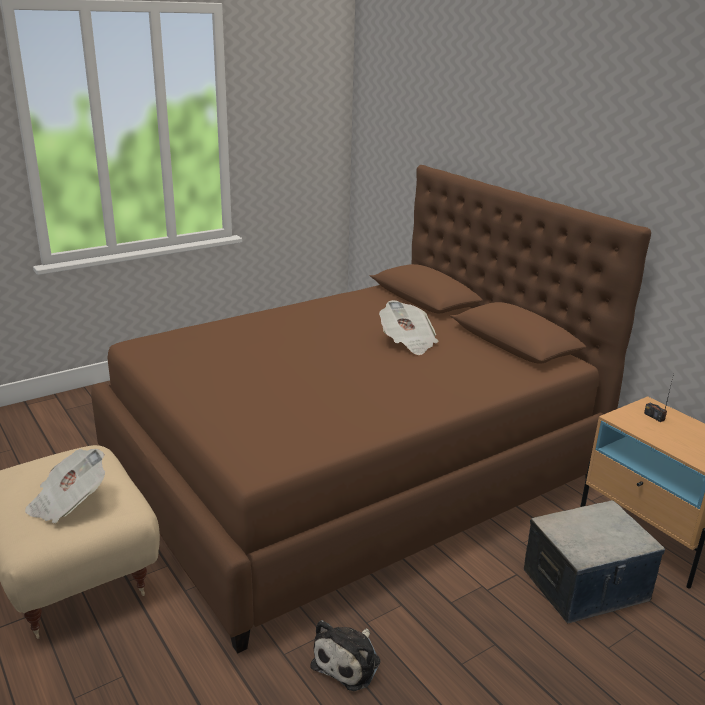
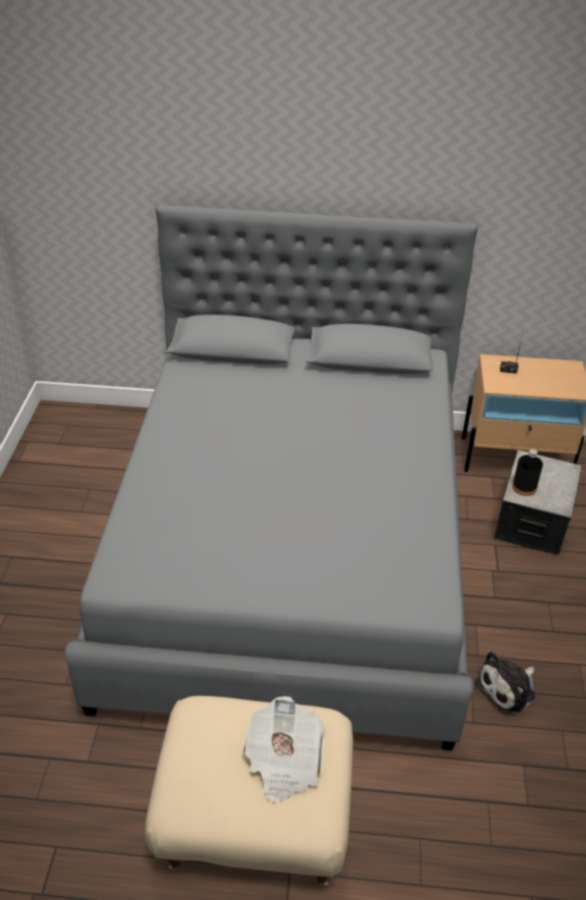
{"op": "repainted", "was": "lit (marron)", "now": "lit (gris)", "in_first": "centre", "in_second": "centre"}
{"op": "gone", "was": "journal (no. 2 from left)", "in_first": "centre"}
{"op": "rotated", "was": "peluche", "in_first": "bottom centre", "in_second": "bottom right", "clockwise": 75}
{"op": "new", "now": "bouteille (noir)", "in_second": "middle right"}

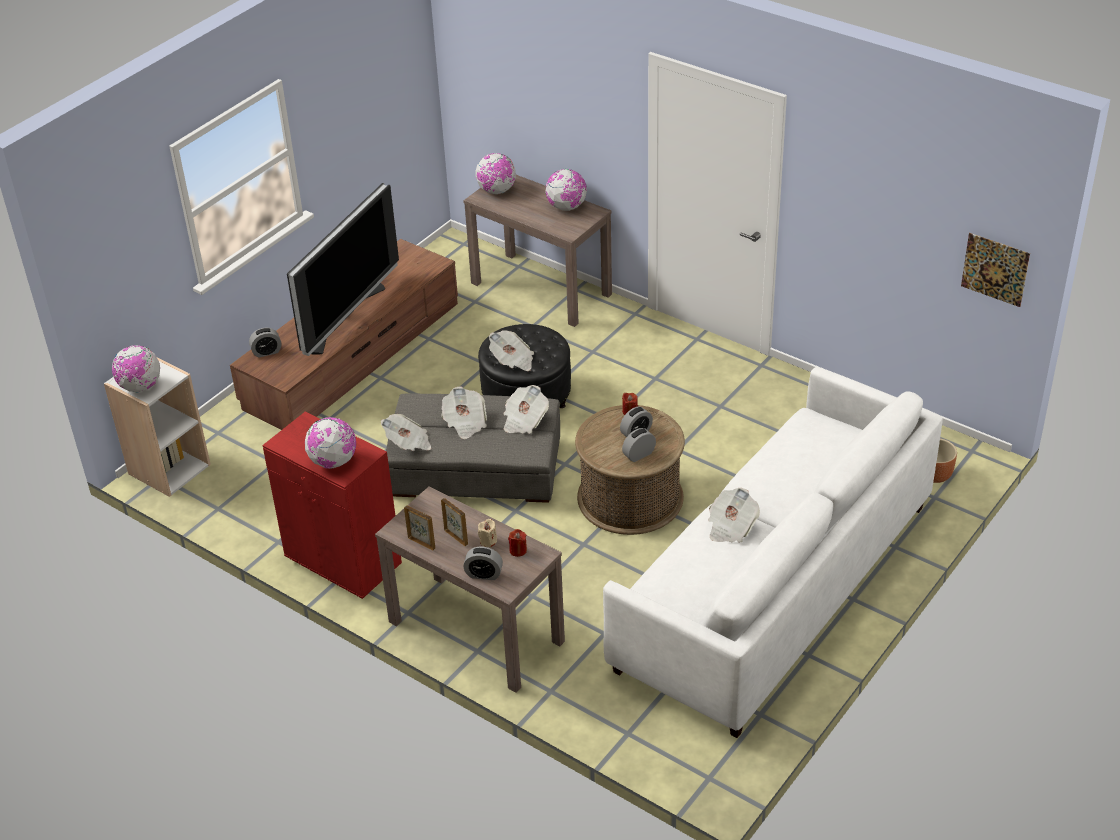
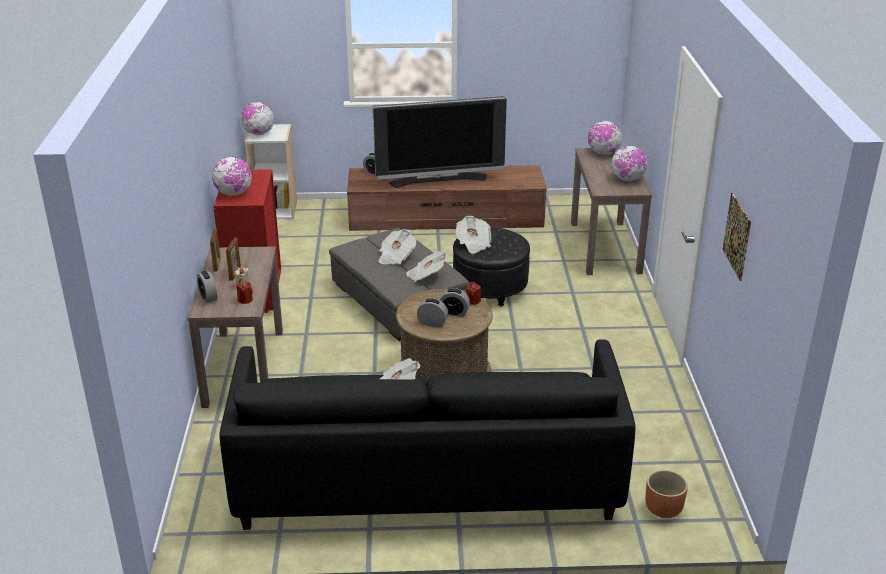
{"op": "shifted", "was": "tableau", "in_first": "top right", "in_second": "middle right"}
{"op": "repainted", "was": "canapé (blanc)", "now": "canapé (noir)", "in_first": "middle right", "in_second": "bottom centre"}
{"op": "gone", "was": "journal (no. 1 from left)", "in_first": "centre"}

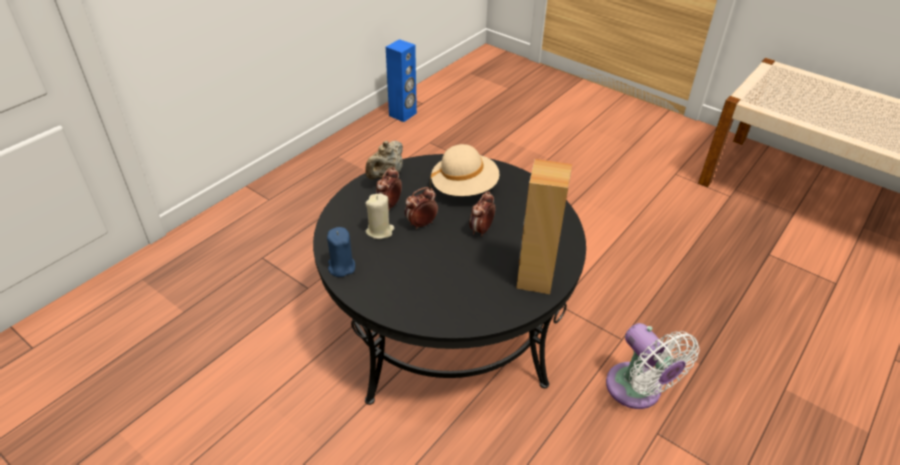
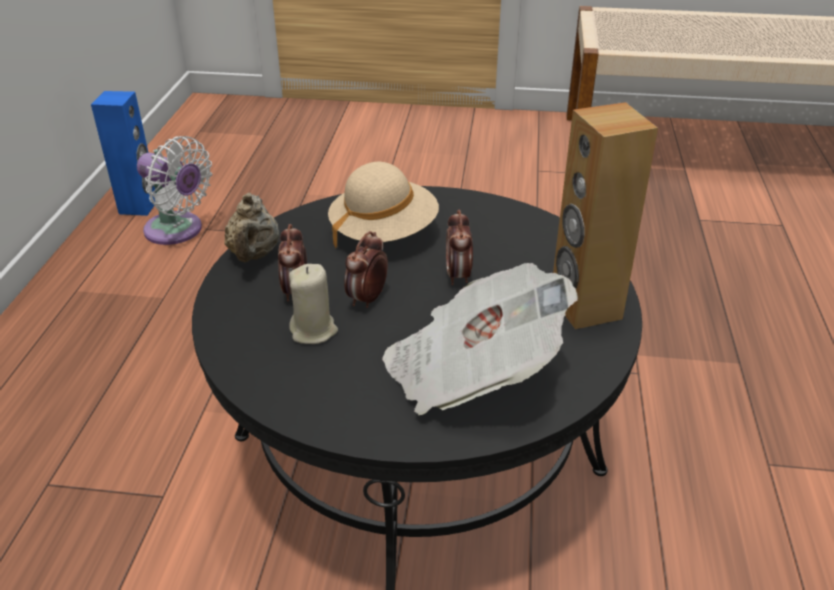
{"op": "gone", "was": "bougie (bleu)", "in_first": "centre"}
{"op": "shifted", "was": "ventilateur (blanc)", "in_first": "bottom right", "in_second": "top left"}
{"op": "new", "now": "journal", "in_second": "centre"}

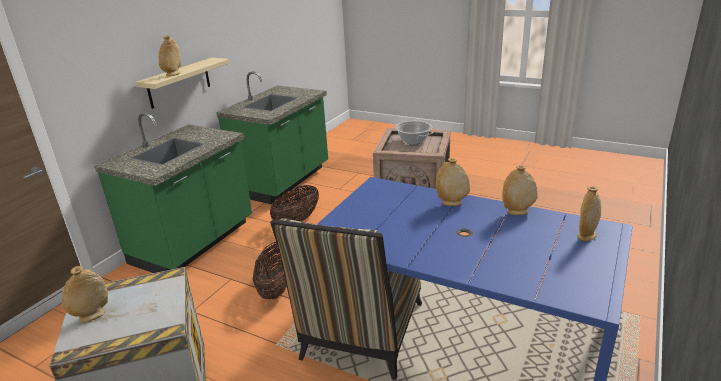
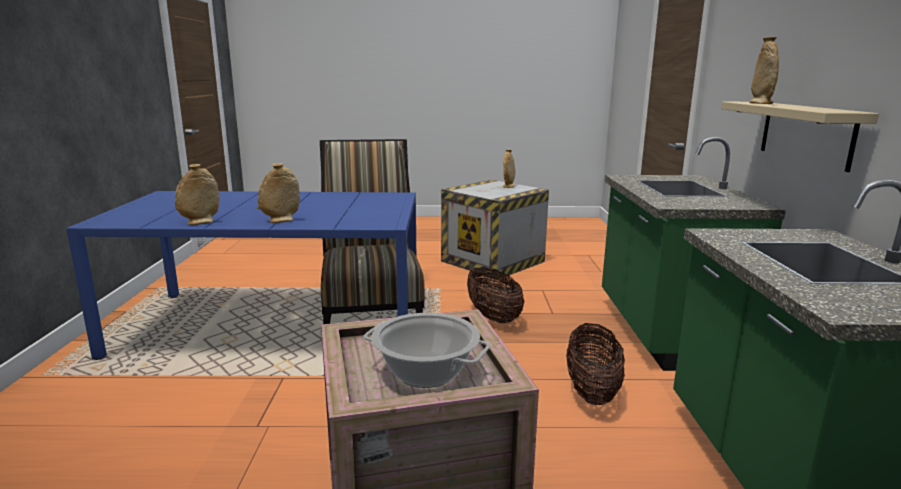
{"op": "gone", "was": "vase (beige) (no. 5 from left)", "in_first": "middle right"}

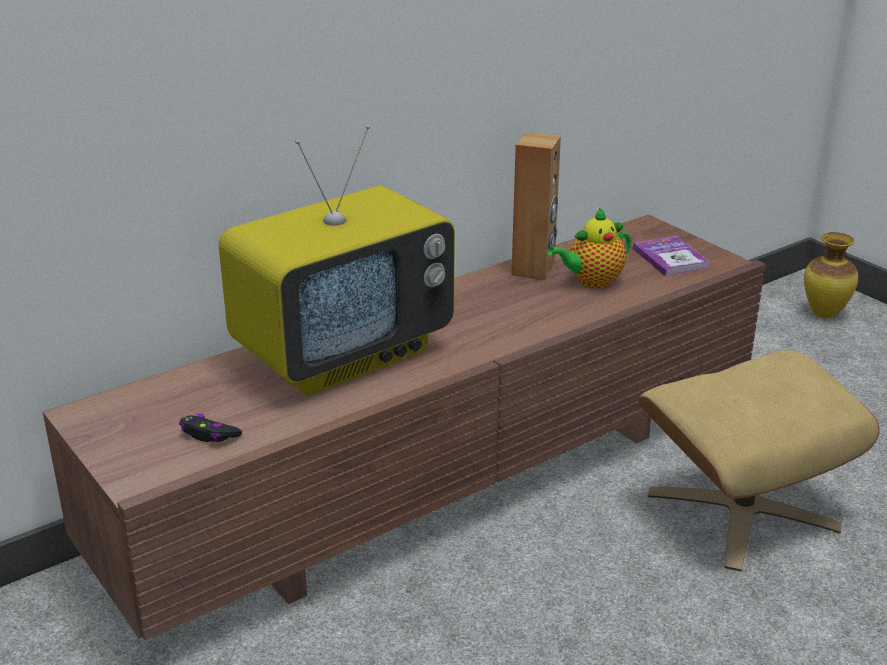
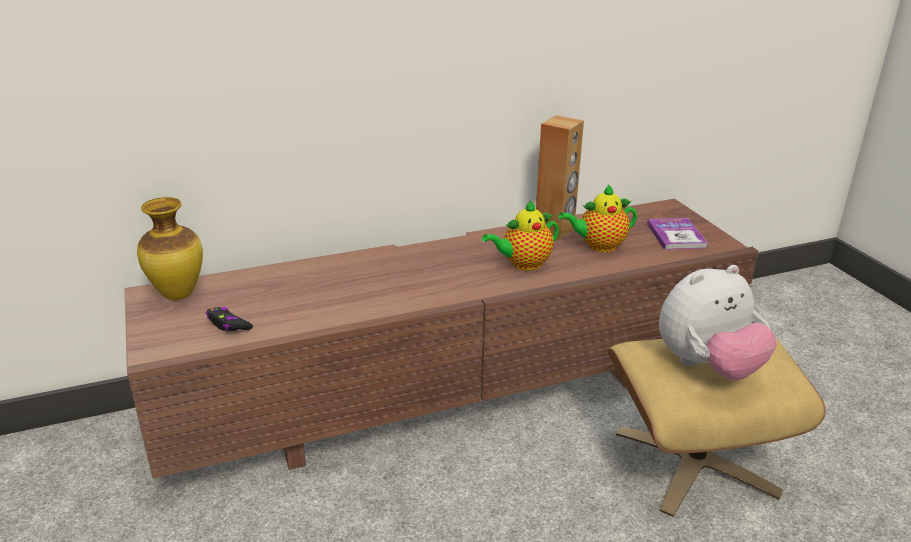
{"op": "gone", "was": "téléviseur", "in_first": "centre"}
{"op": "shifted", "was": "vase", "in_first": "middle right", "in_second": "middle left"}
{"op": "new", "now": "théière (no. 1 from left)", "in_second": "centre"}
{"op": "new", "now": "peluche", "in_second": "middle right"}

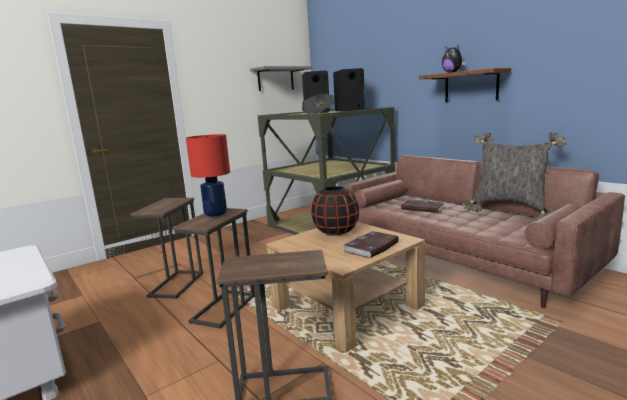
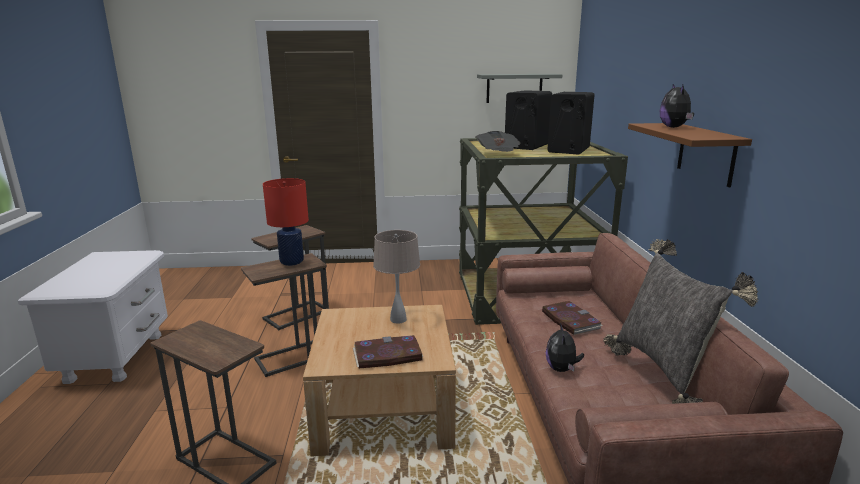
{"op": "swapped", "was": "vase (noir)", "now": "lampe de table (beige)", "in_first": "centre", "in_second": "centre"}
{"op": "new", "now": "peluche (no. 1 from left)", "in_second": "bottom centre"}

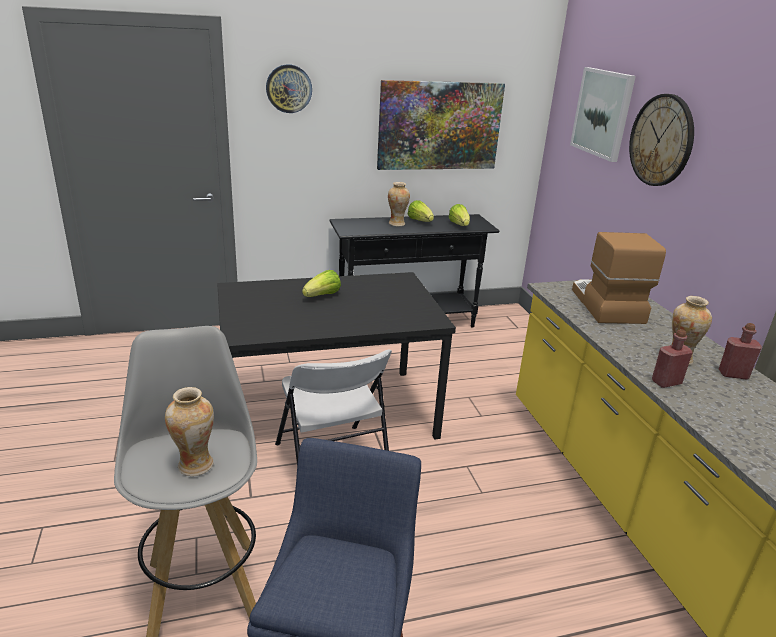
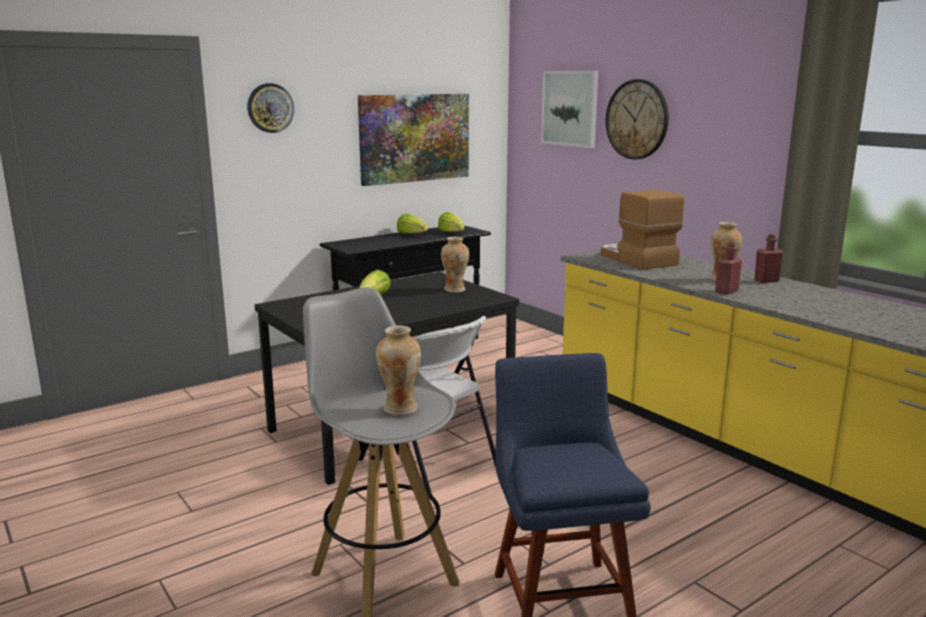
{"op": "shifted", "was": "vase (no. 2 from left)", "in_first": "top centre", "in_second": "centre"}

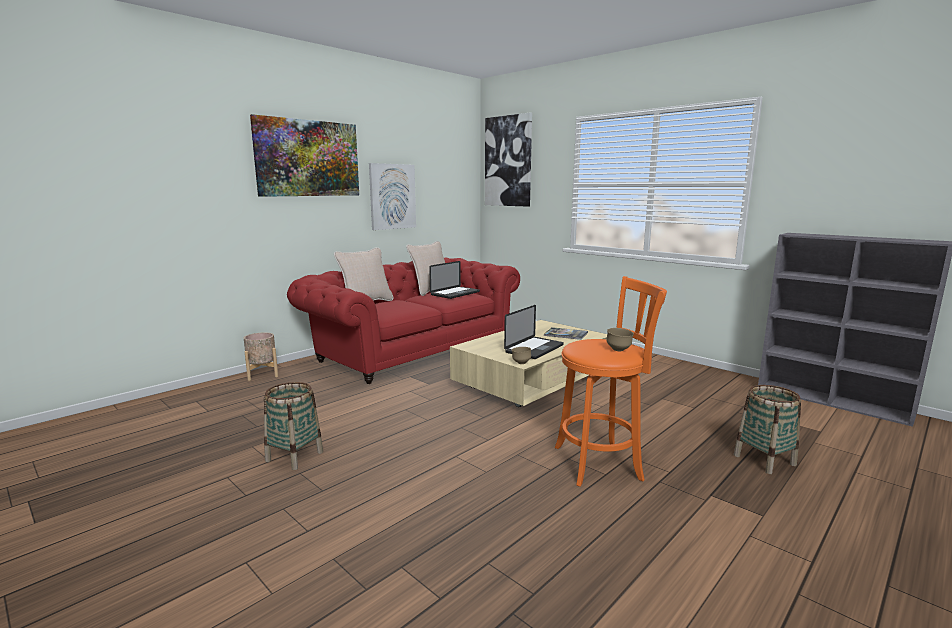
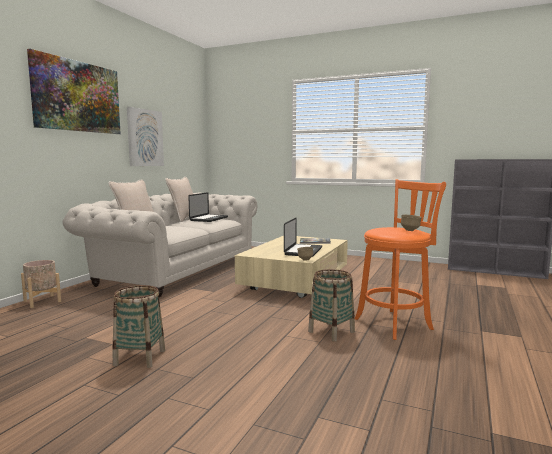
{"op": "gone", "was": "tableau (no. 3 from left)", "in_first": "top centre"}
{"op": "repainted", "was": "canapé (rouge)", "now": "canapé (blanc)", "in_first": "centre", "in_second": "middle left"}
{"op": "shifted", "was": "panier (no. 2 from left)", "in_first": "bottom right", "in_second": "bottom centre"}

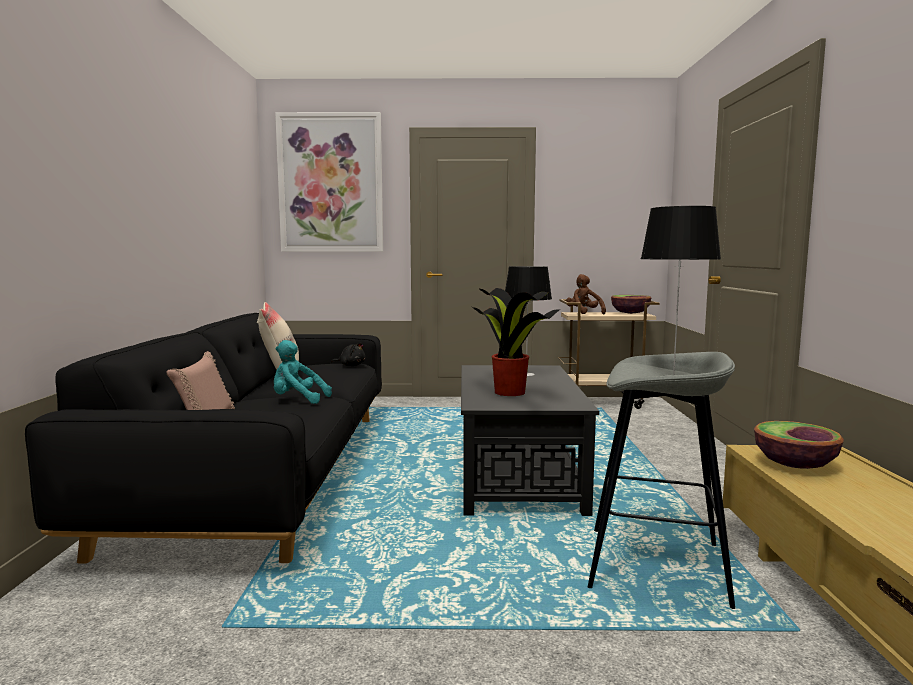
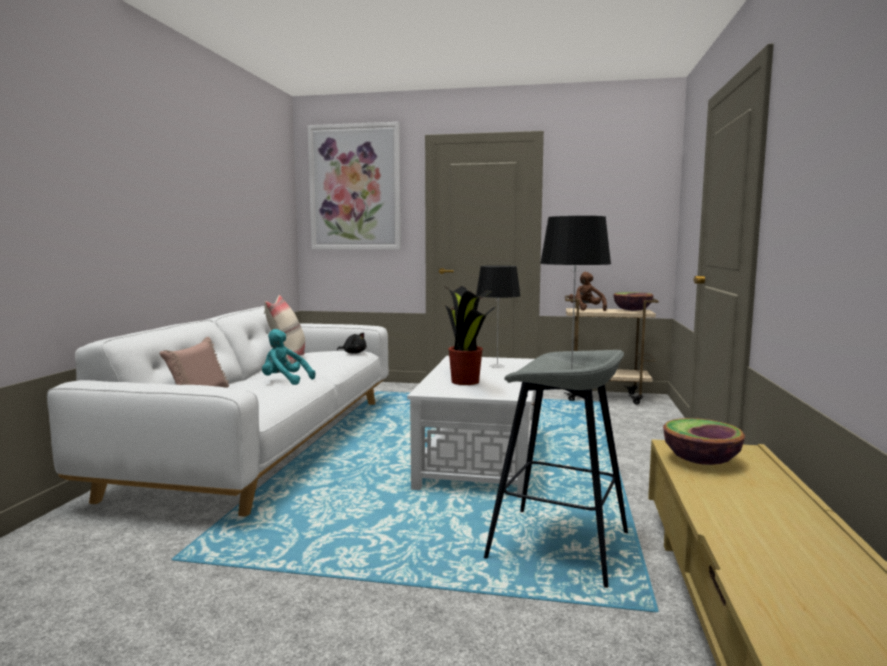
{"op": "repainted", "was": "canapé (noir)", "now": "canapé (blanc)", "in_first": "middle left", "in_second": "middle left"}
{"op": "repainted", "was": "table basse (noir)", "now": "table basse (blanc)", "in_first": "centre", "in_second": "centre"}

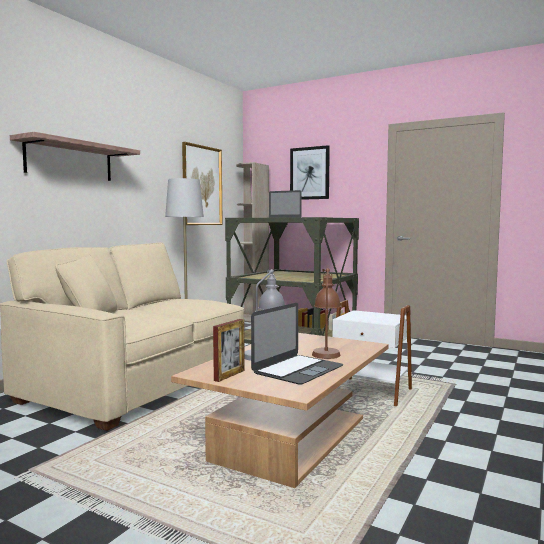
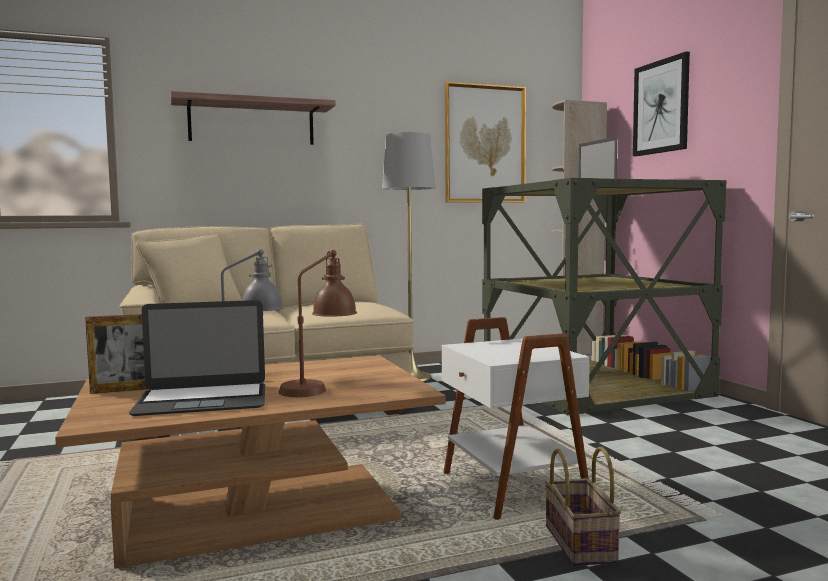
{"op": "new", "now": "panier", "in_second": "bottom right"}

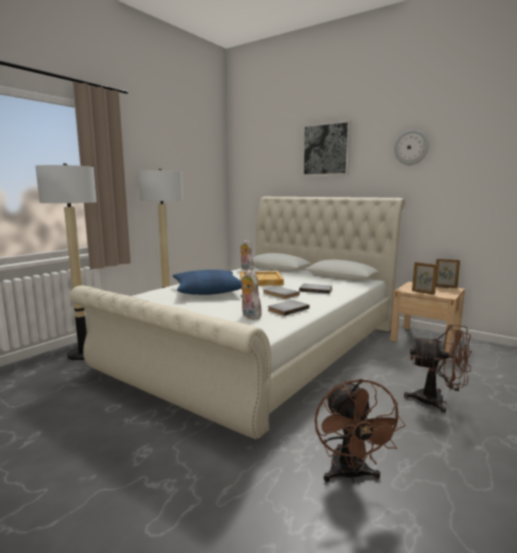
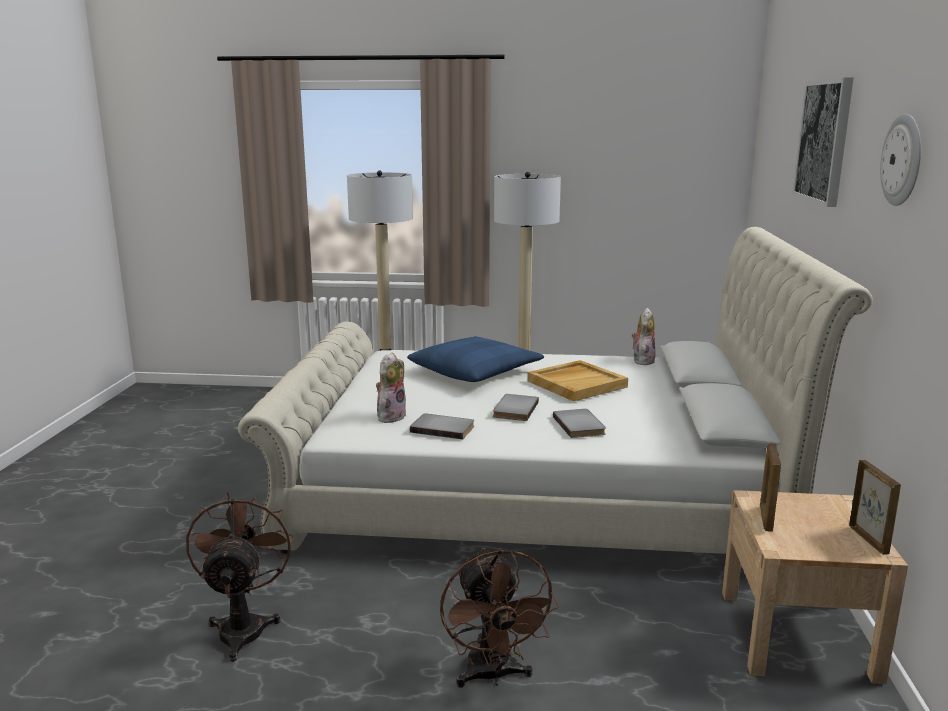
{"op": "rotated", "was": "ventilateur (marron) (no. 1 from left)", "in_first": "bottom right", "in_second": "bottom left", "clockwise": 120}

